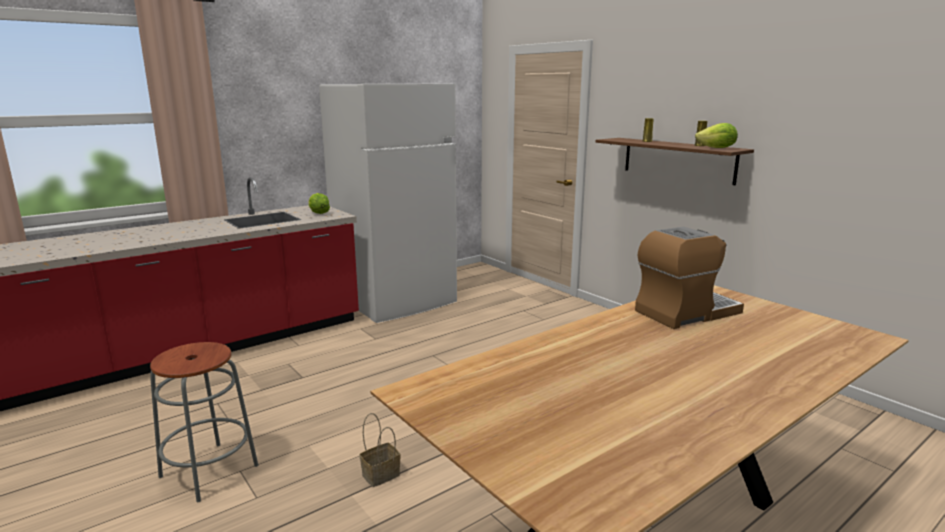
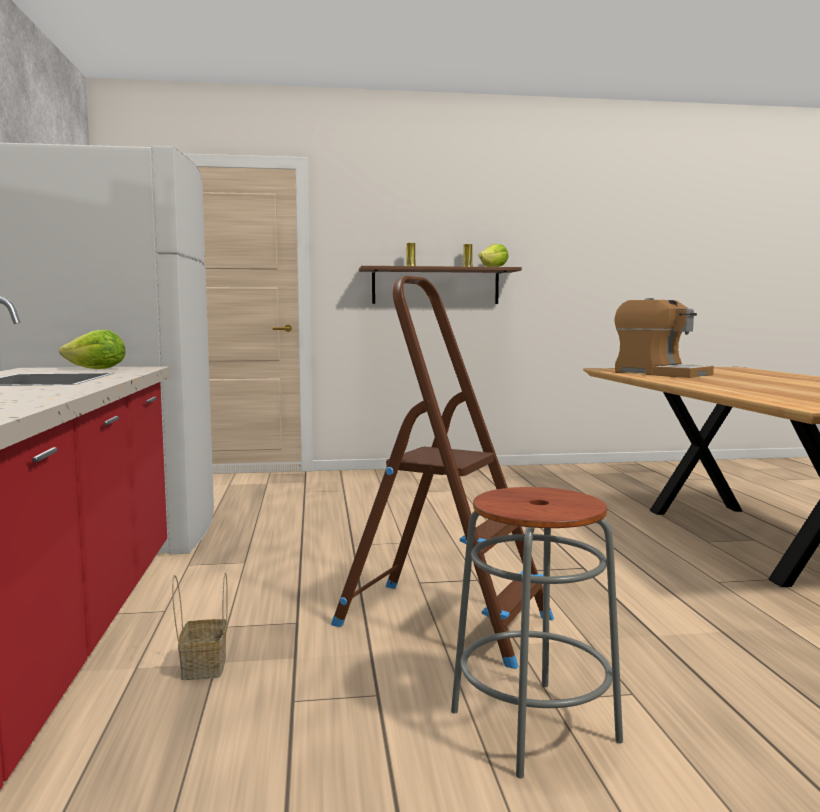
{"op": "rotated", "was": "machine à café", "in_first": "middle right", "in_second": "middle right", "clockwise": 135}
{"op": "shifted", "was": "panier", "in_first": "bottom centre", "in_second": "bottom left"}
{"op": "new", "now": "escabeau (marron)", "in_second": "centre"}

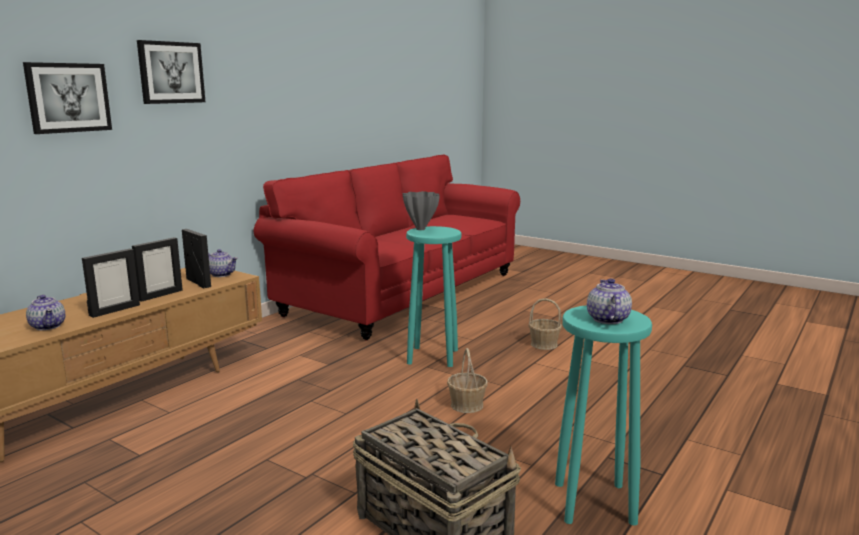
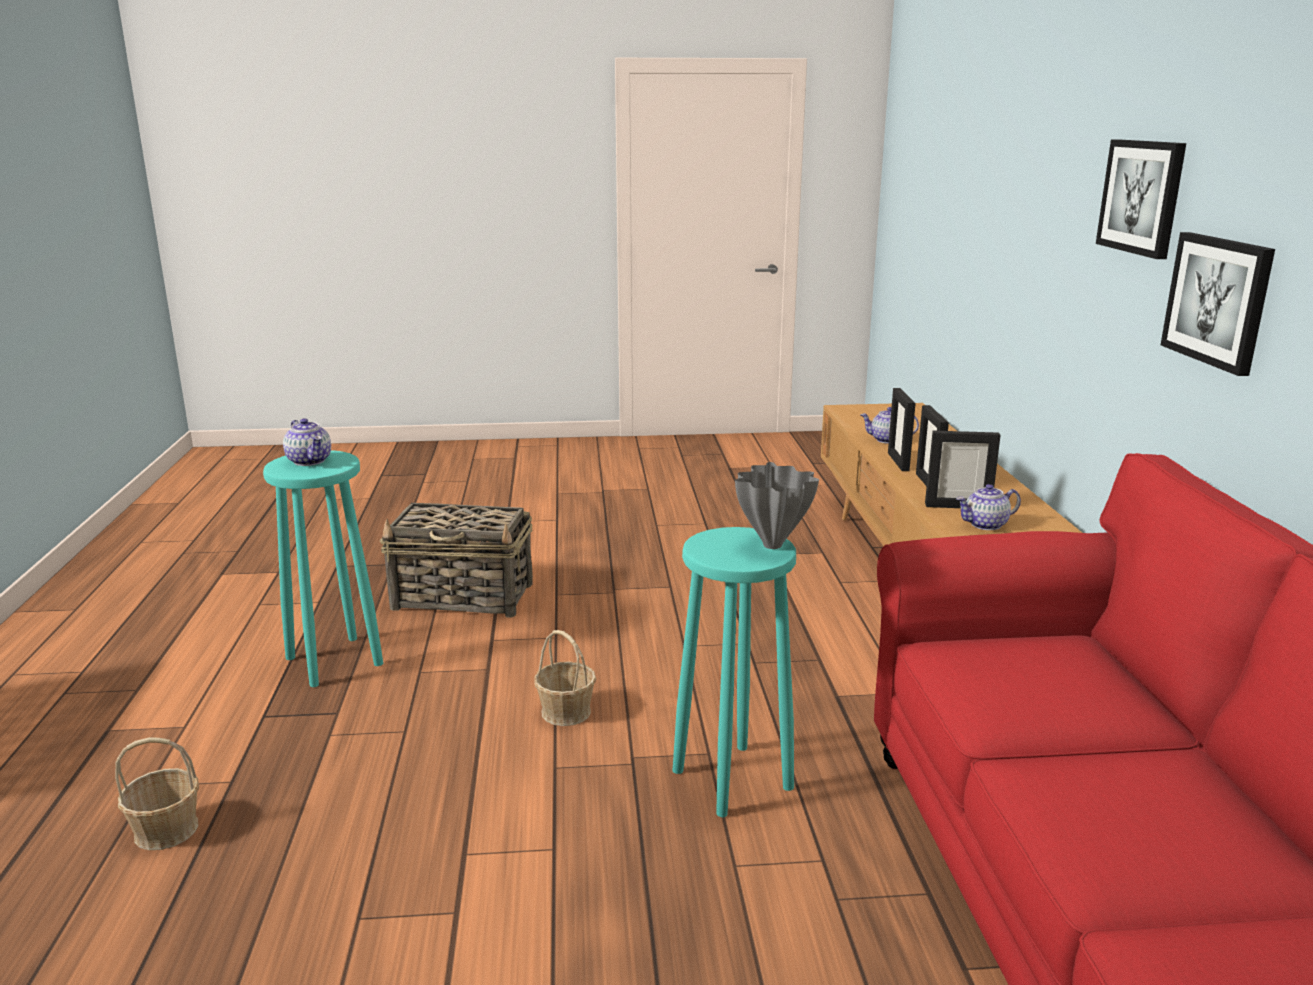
{"op": "shifted", "was": "tableau (no. 1 from left in the first image)", "now": "tableau (no. 2 from left)", "in_first": "top left", "in_second": "top right"}
{"op": "shifted", "was": "panier (no. 3 from left in the first image)", "now": "panier (no. 1 from left)", "in_first": "centre", "in_second": "bottom left"}

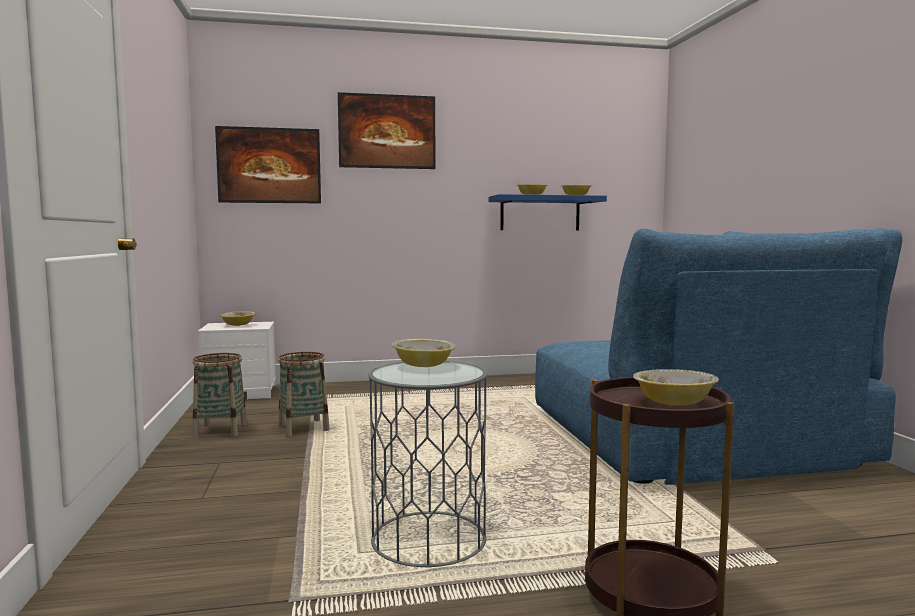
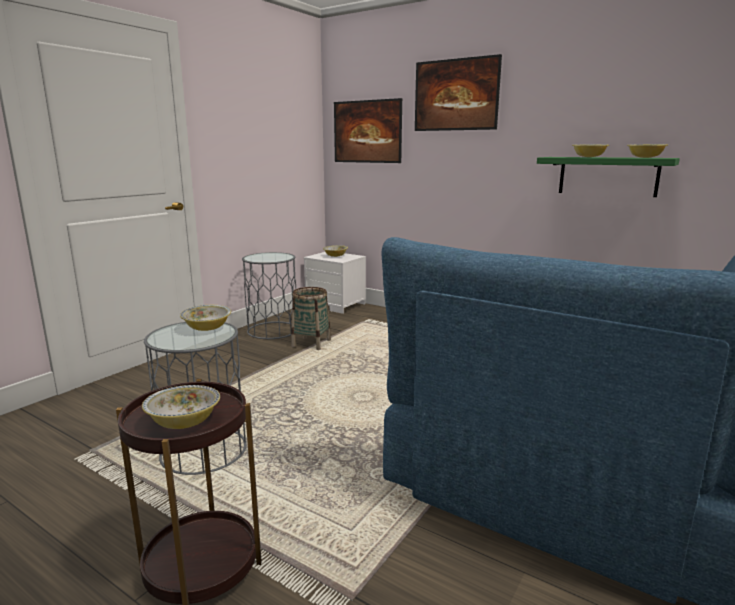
{"op": "repainted", "was": "étagère (bleu)", "now": "étagère (vert)", "in_first": "centre", "in_second": "top right"}
{"op": "swapped", "was": "panier (no. 1 from left)", "now": "table d'appoint (gris) (no. 2 from left)", "in_first": "middle left", "in_second": "centre"}

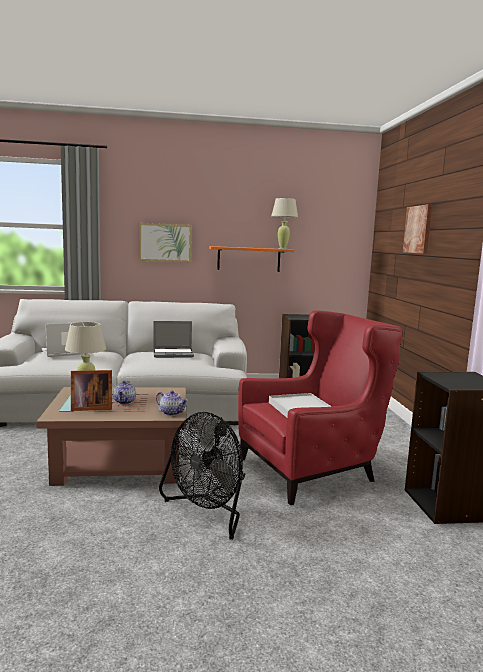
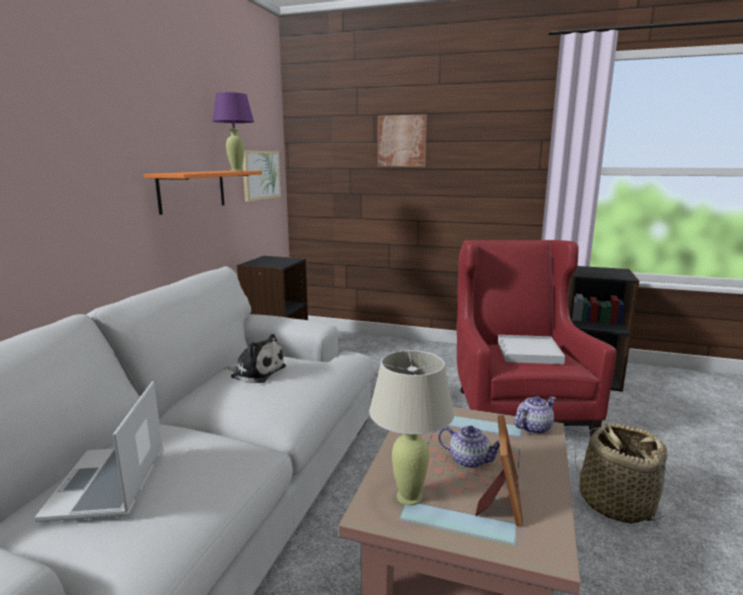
{"op": "repainted", "was": "lampe de table (beige) (no. 2 from left)", "now": "lampe de table (violet)", "in_first": "top centre", "in_second": "top left"}
{"op": "shifted", "was": "tableau (no. 1 from left)", "in_first": "centre", "in_second": "top centre"}
{"op": "swapped", "was": "ordinateur portable (no. 2 from left)", "now": "peluche", "in_first": "centre", "in_second": "centre"}
{"op": "swapped", "was": "ventilateur (noir)", "now": "panier", "in_first": "bottom centre", "in_second": "bottom right"}

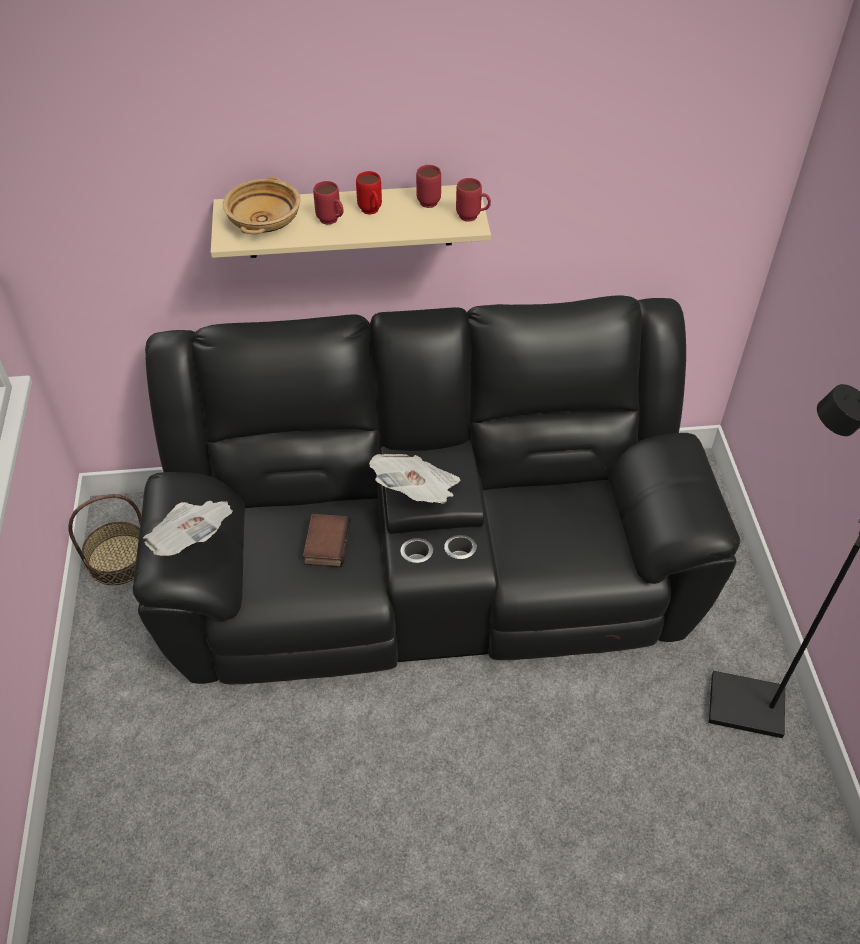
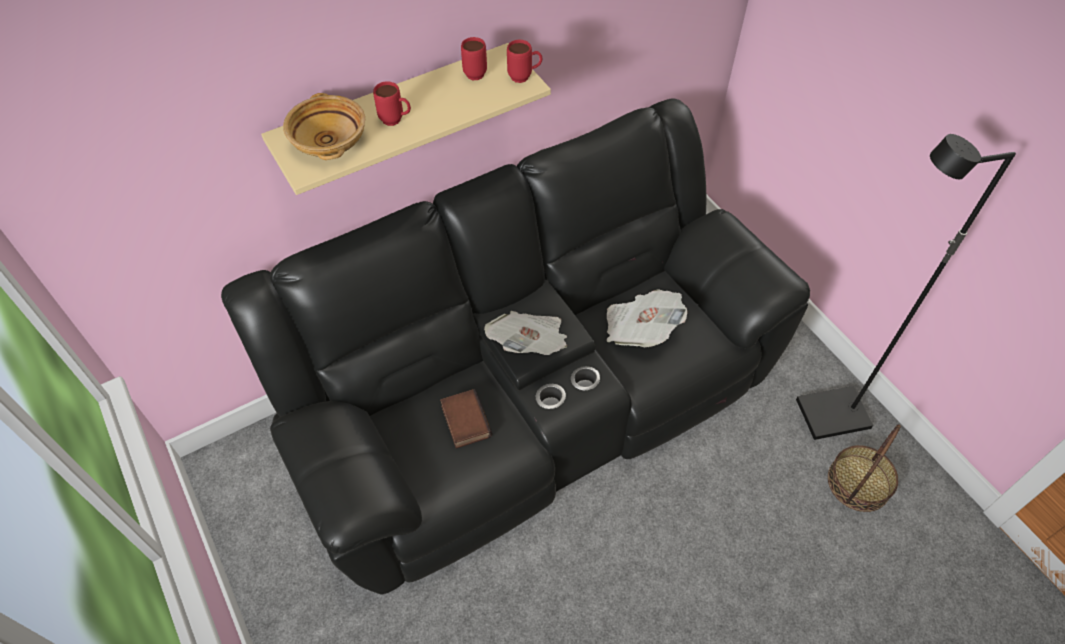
{"op": "gone", "was": "mug (rouge) (no. 2 from left)", "in_first": "top centre"}
{"op": "shifted", "was": "panier", "in_first": "middle left", "in_second": "bottom right"}
{"op": "shifted", "was": "journal (no. 1 from left in the first image)", "now": "journal (no. 2 from left)", "in_first": "middle left", "in_second": "centre"}

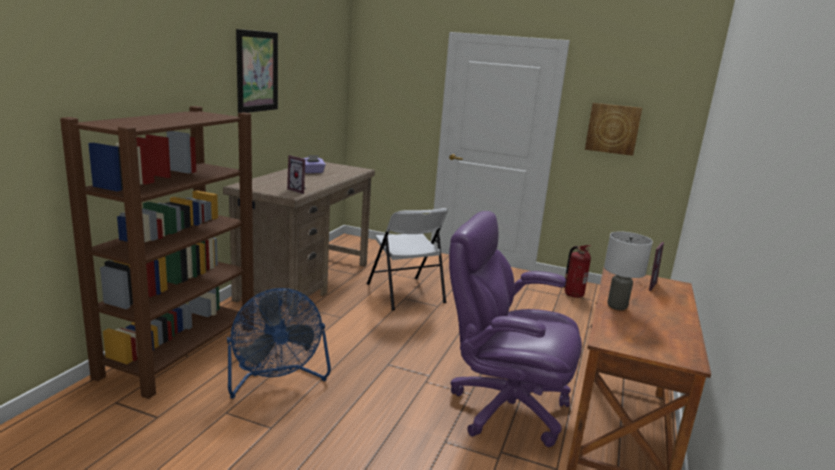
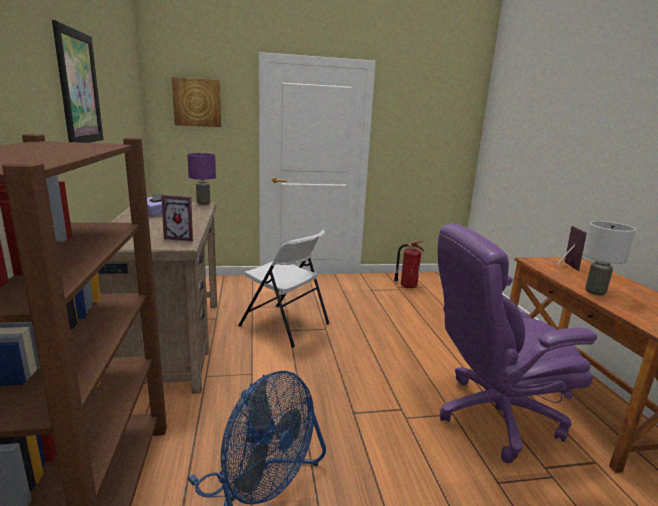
{"op": "shifted", "was": "tableau (no. 2 from left)", "in_first": "top right", "in_second": "top left"}
{"op": "new", "now": "lampe de table (violet)", "in_second": "middle left"}

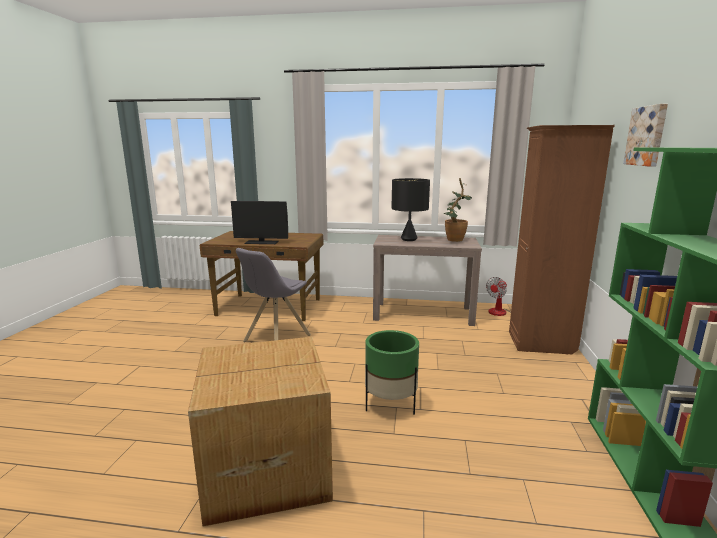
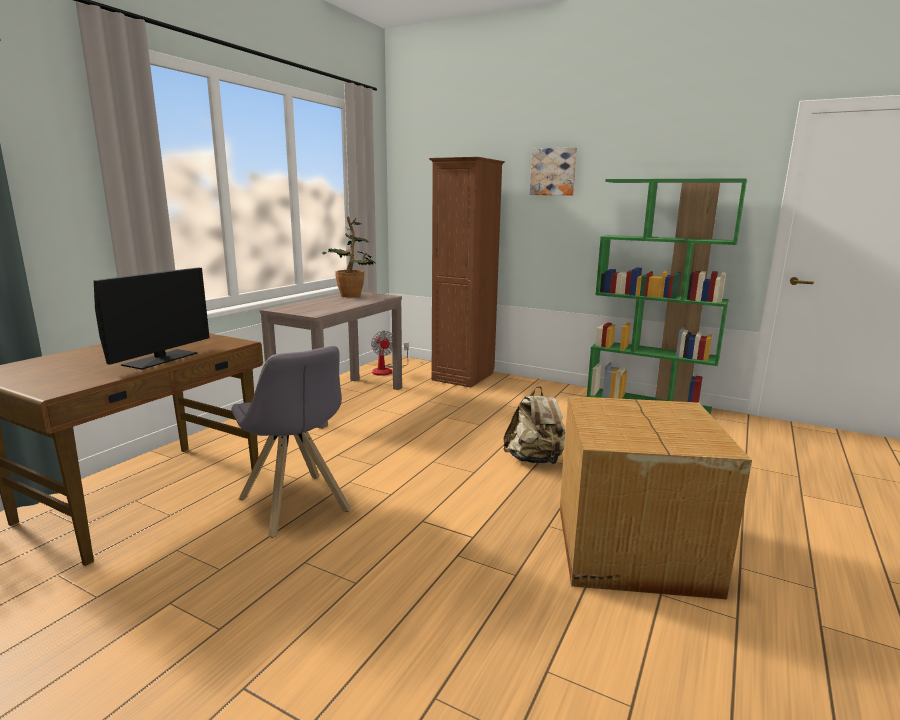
{"op": "gone", "was": "lampe de table (noir)", "in_first": "centre"}
{"op": "swapped", "was": "cache-pot (vert)", "now": "sac à dos (beige)", "in_first": "bottom centre", "in_second": "centre"}

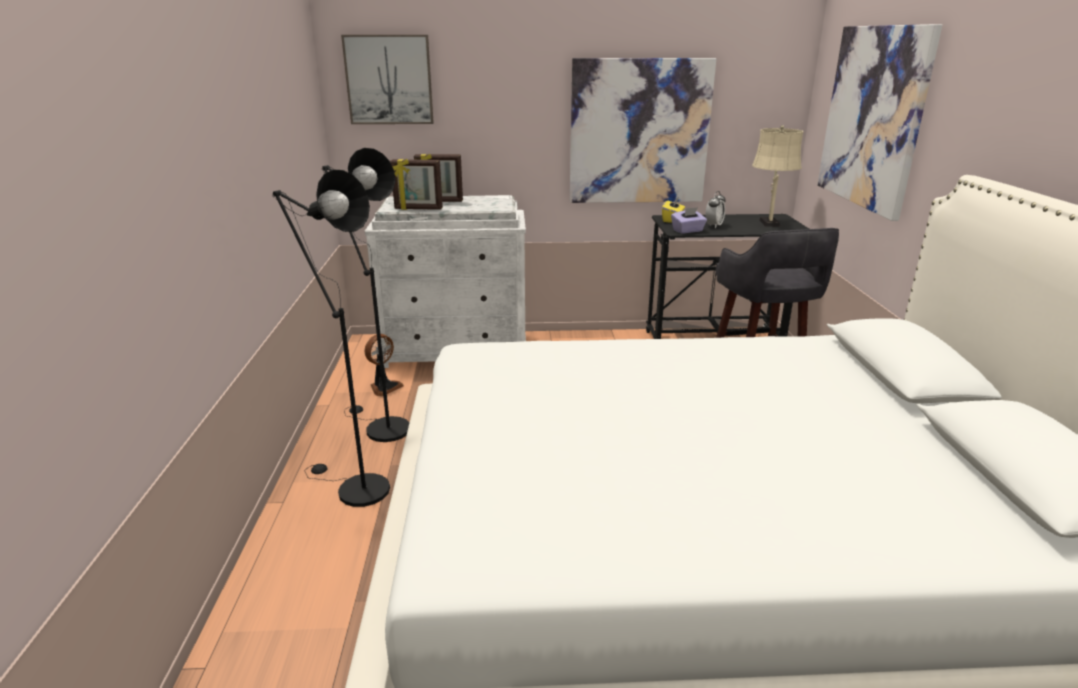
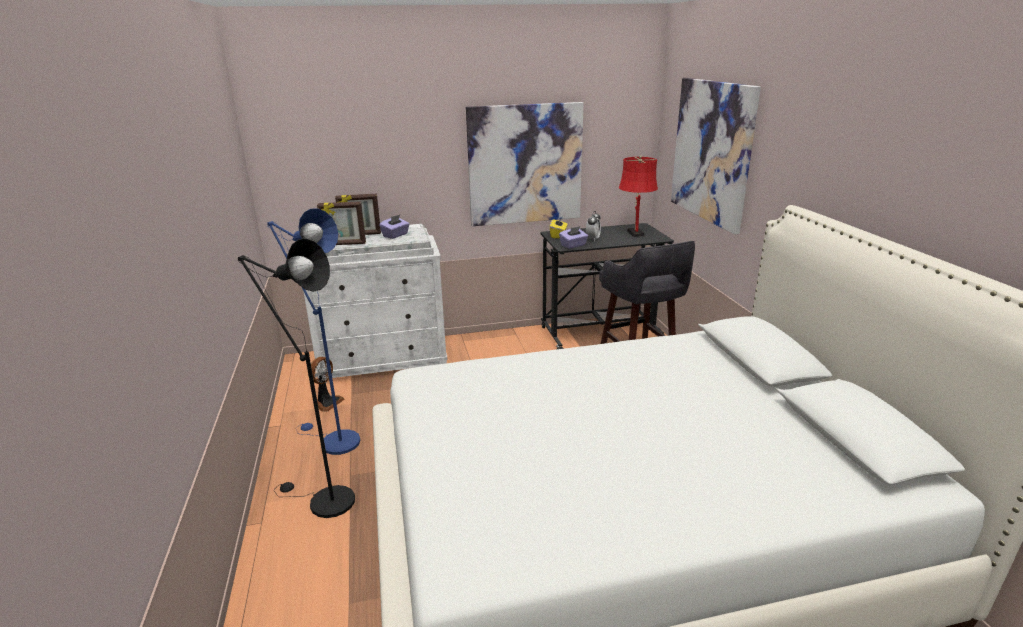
{"op": "gone", "was": "tableau (no. 1 from left)", "in_first": "top centre"}
{"op": "repainted", "was": "lampe de table (beige)", "now": "lampe de table (rouge)", "in_first": "top right", "in_second": "top centre"}
{"op": "repainted", "was": "lampadaire (noir) (no. 2 from left)", "now": "lampadaire (bleu)", "in_first": "centre", "in_second": "middle left"}
{"op": "new", "now": "boîte à mouchoirs (violet) (no. 1 from left)", "in_second": "centre"}

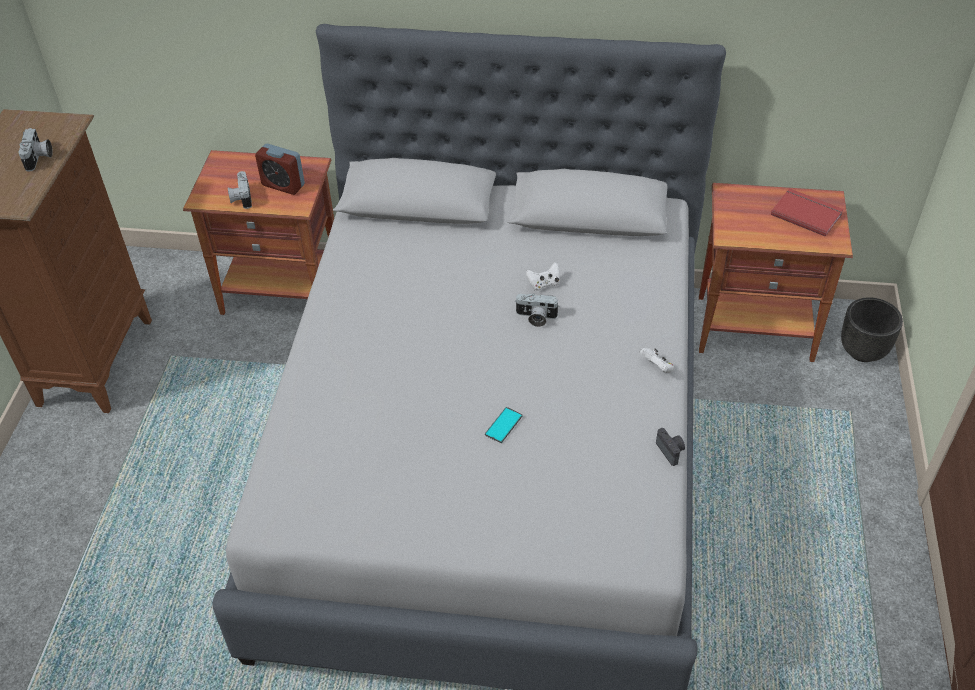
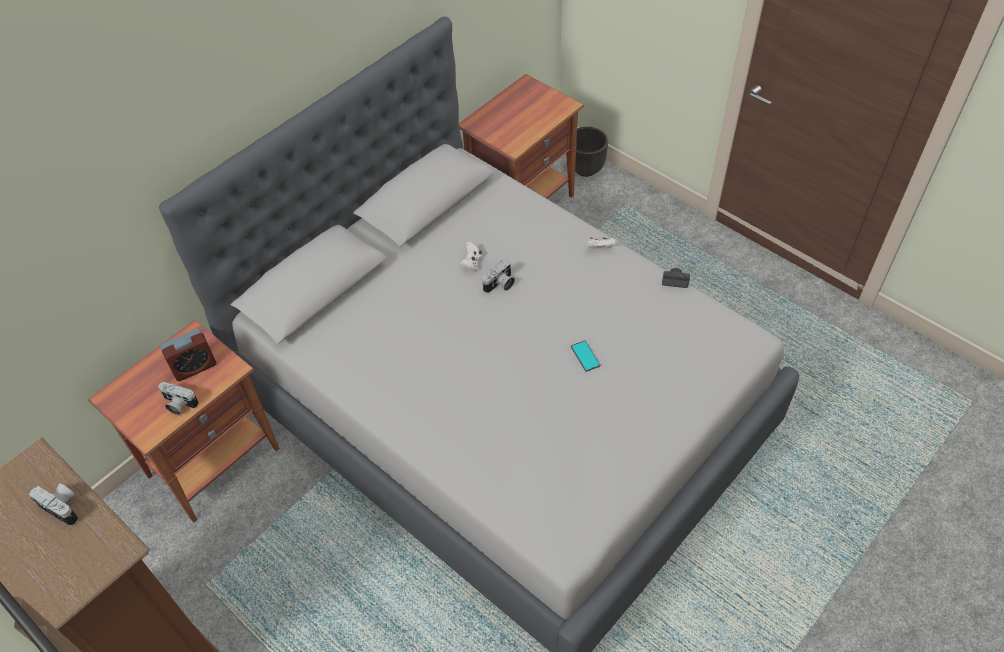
{"op": "gone", "was": "livre (rouge)", "in_first": "top right"}

